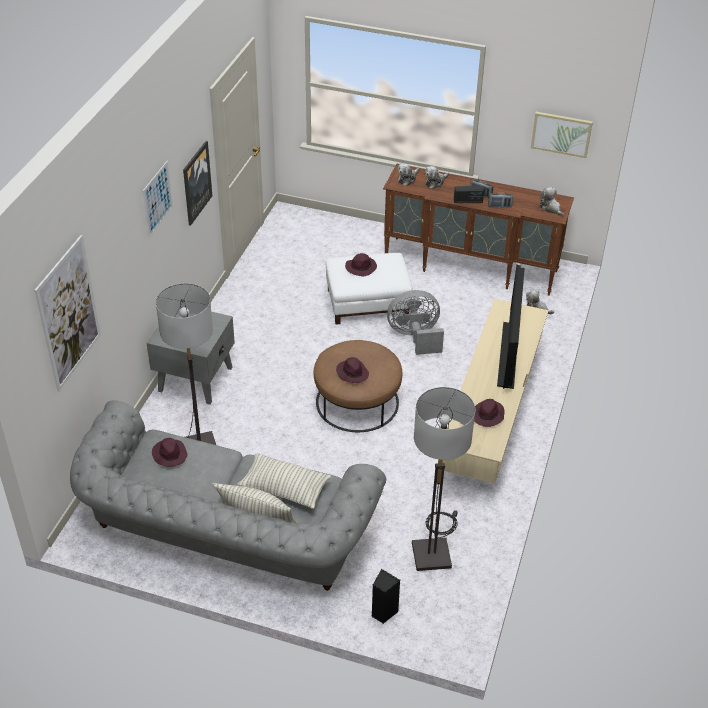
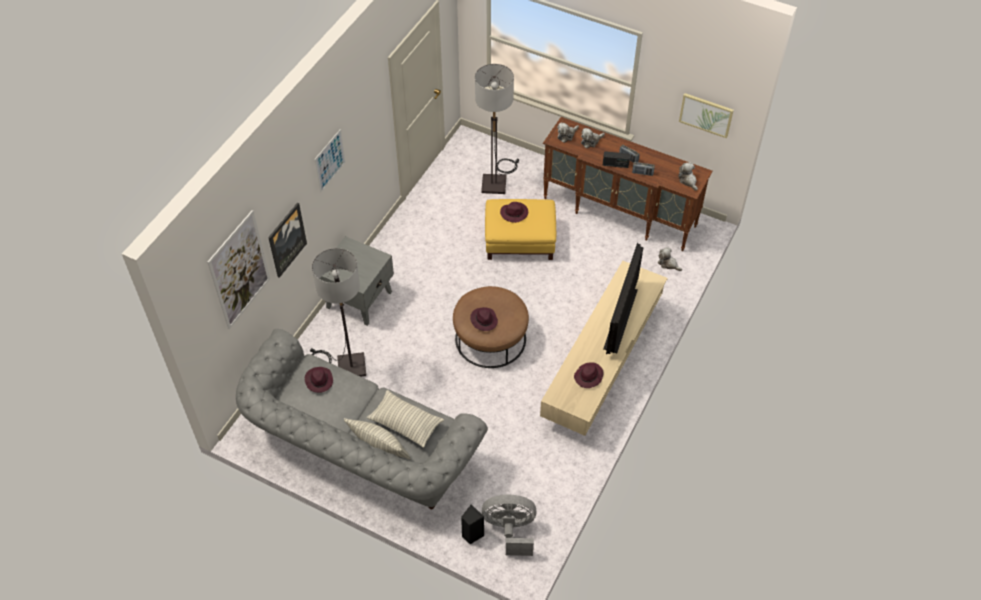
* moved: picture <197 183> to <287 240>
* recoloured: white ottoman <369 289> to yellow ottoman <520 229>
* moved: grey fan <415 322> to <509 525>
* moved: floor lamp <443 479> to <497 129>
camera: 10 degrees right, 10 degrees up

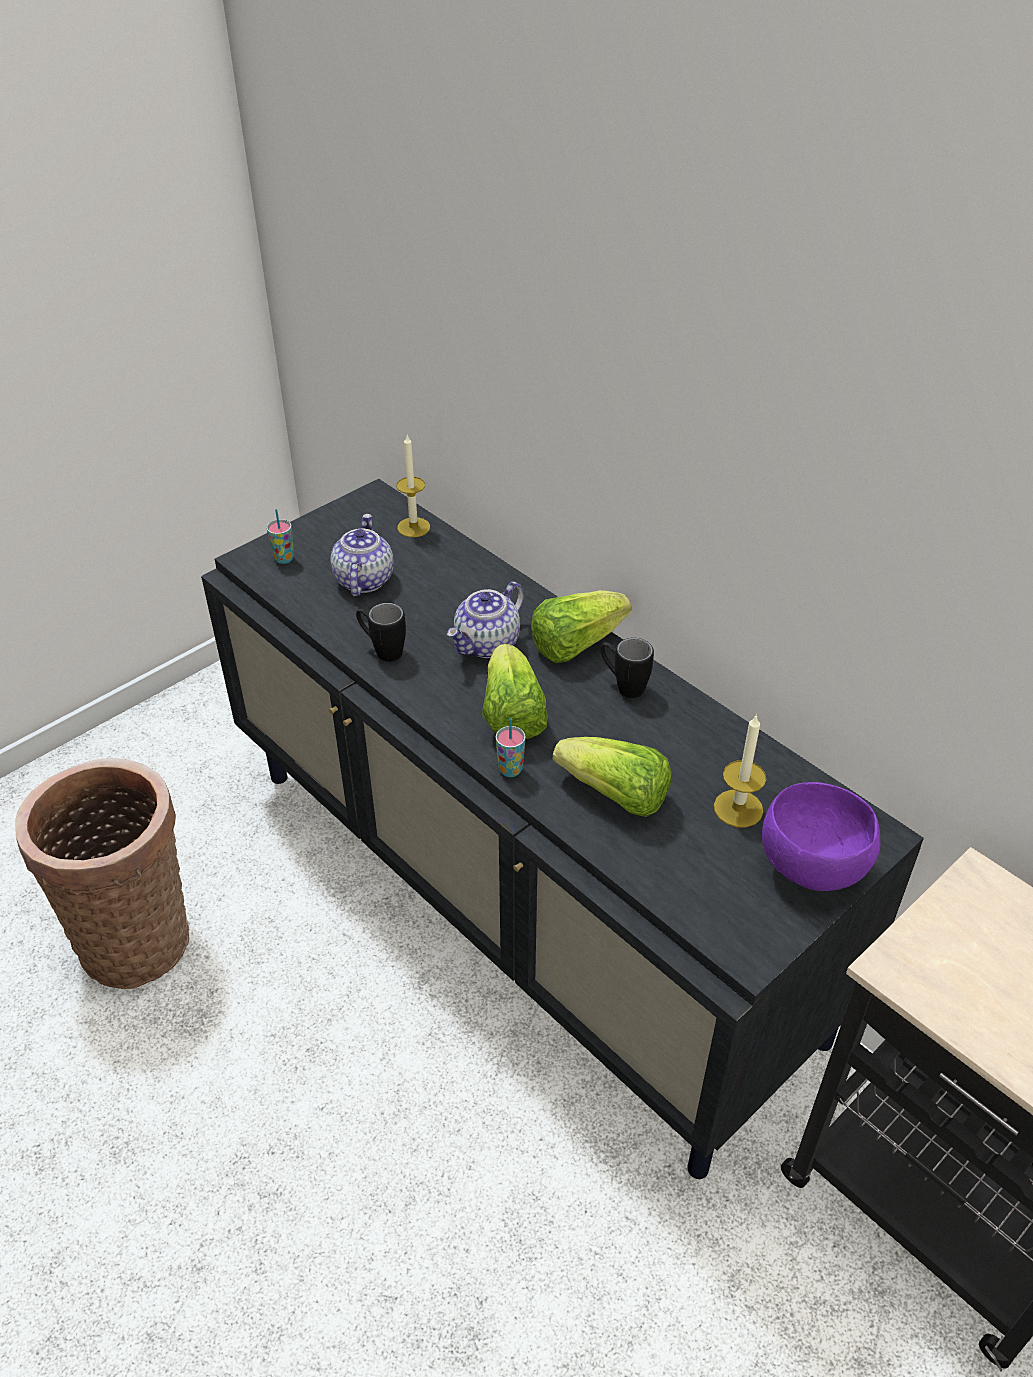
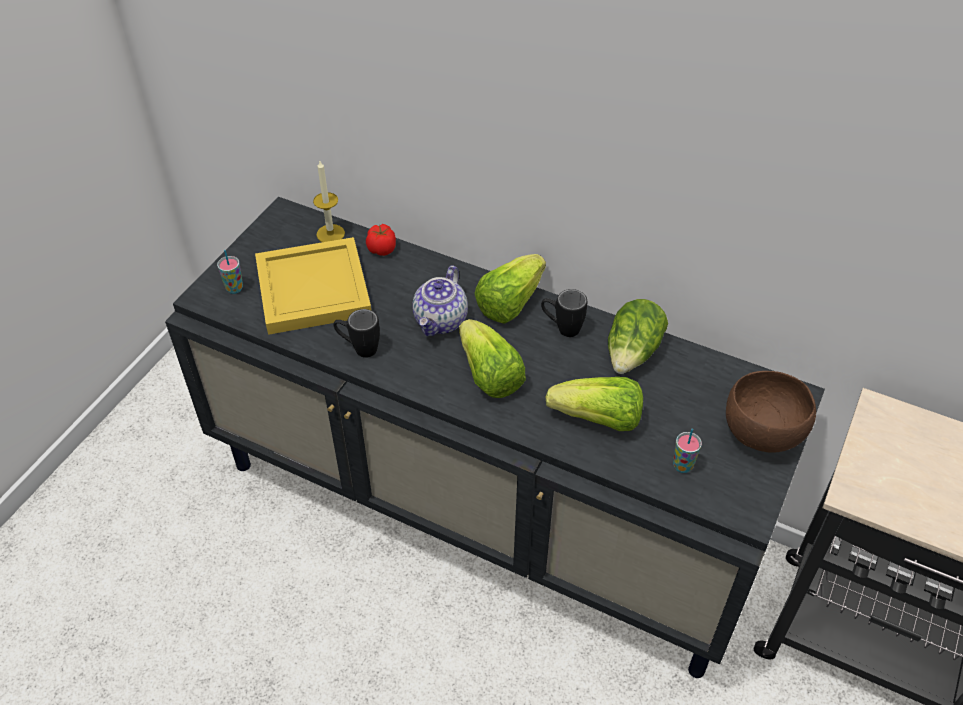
* removed: basket <102 873>
* replaced: teapot <362 555> to yellow tray <313 286>
* moved: cup <510 747> to <687 451>
* removed: candle <740 770>
* recoloured: purple bowl <821 836> to brown bowl <771 412>
* added: tomato <381 240>
* added: lettuce <638 336>
camera: 20 degrees left, 5 degrees up

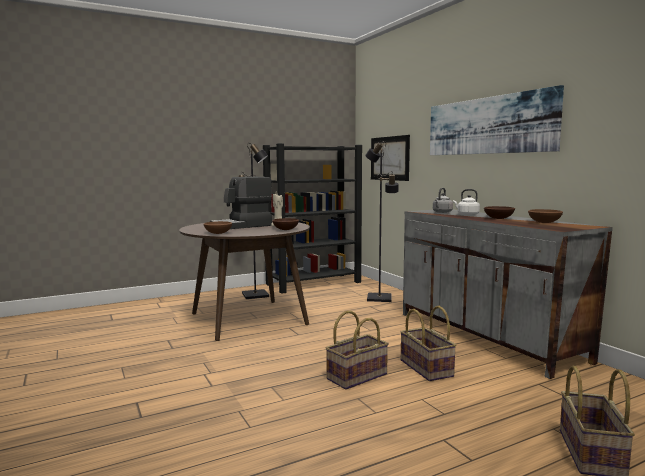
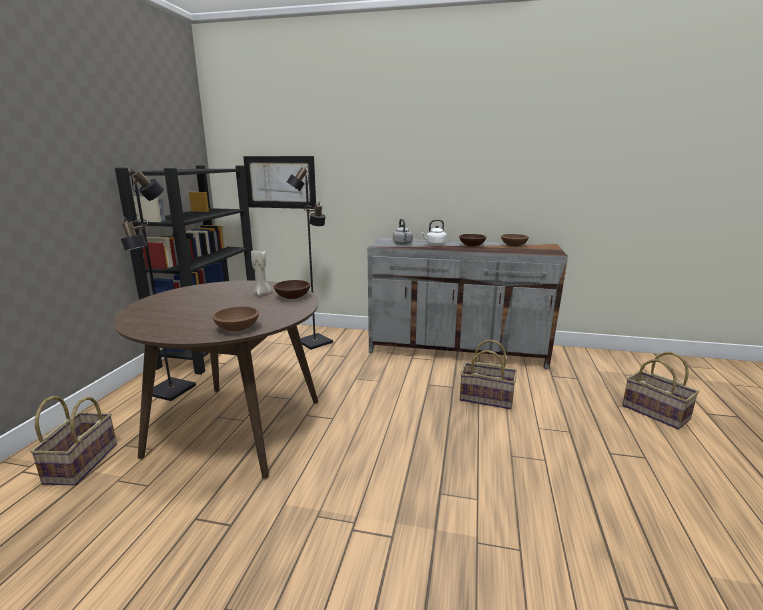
* removed: coffee machine <241 203>
* moved: basket <357 350> to <73 441>
* removed: picture <497 120>
camera: 50 degrees left, 10 degrees up

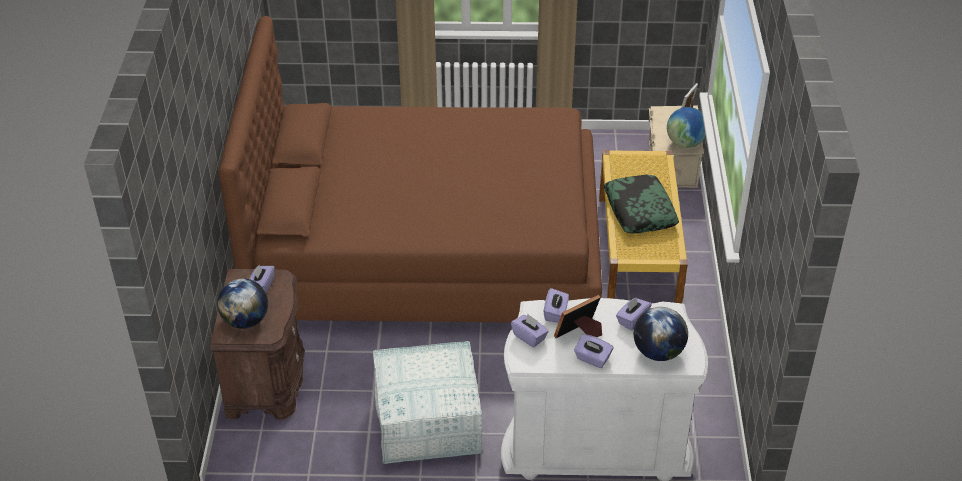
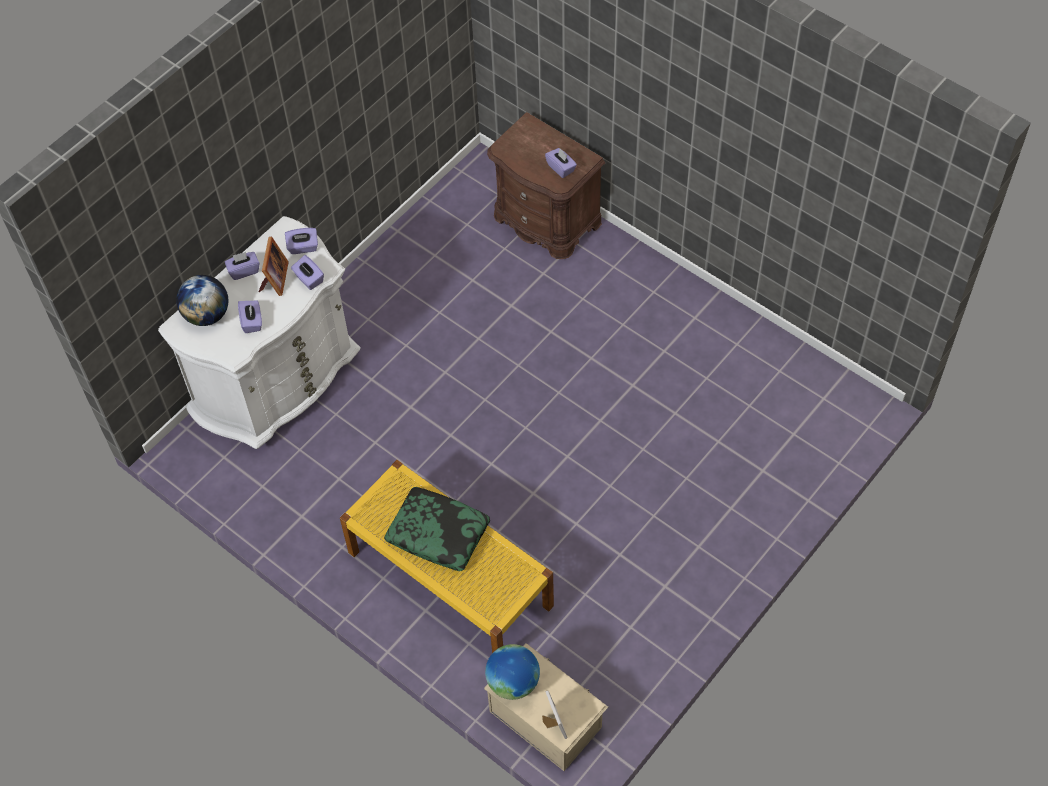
* removed: globe <242 304>
* removed: brown bed <410 169>
* removed: white ottoman <427 402>
camera: 130 degrees right, 15 degrees up

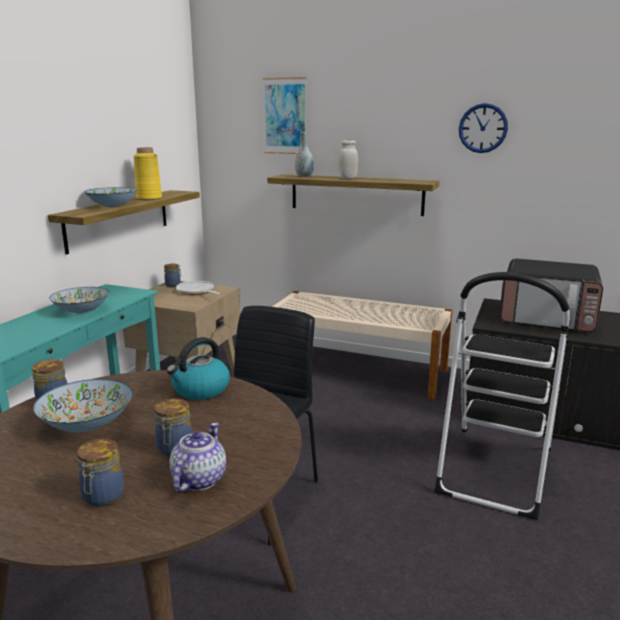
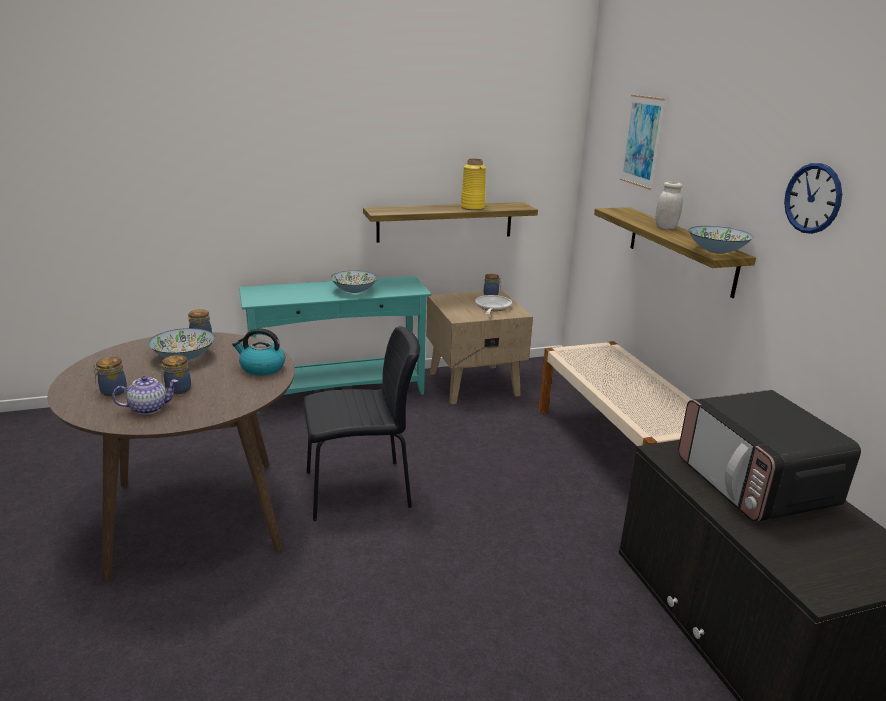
* moved: bowl <111 197> to <720 240>
* removed: grey vase <304 154>
* removed: step ladder <502 396>
camera: 50 degrees right, 5 degrees up

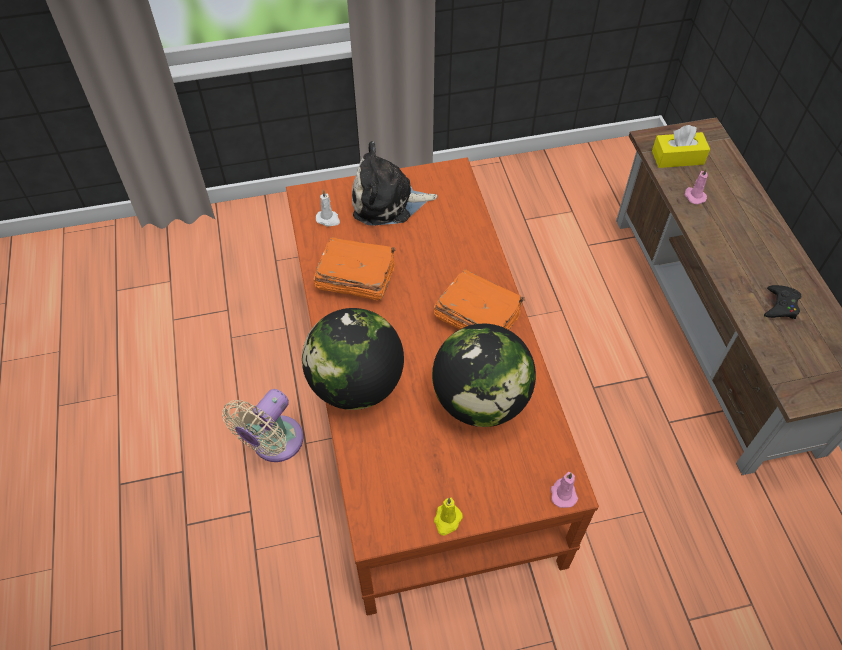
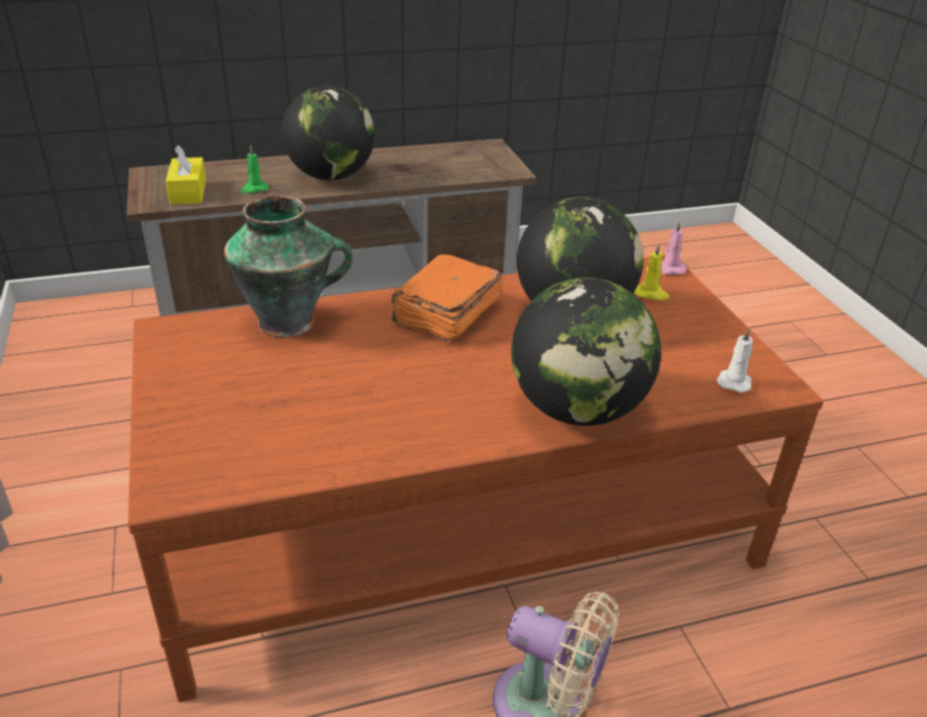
* removed: orange book <355 268>
* moved: white candle <328 208> to <735 360>
* removed: plush toy <395 183>
* moved: yellow candle <448 516> to <651 271>
* recoloured: pink candle <696 186> to green candle <255 169>
* removed: black game controller <782 302>
* added: vase <288 266>
* added: globe <328 132>
camera: 95 degrees left, 20 degrees down

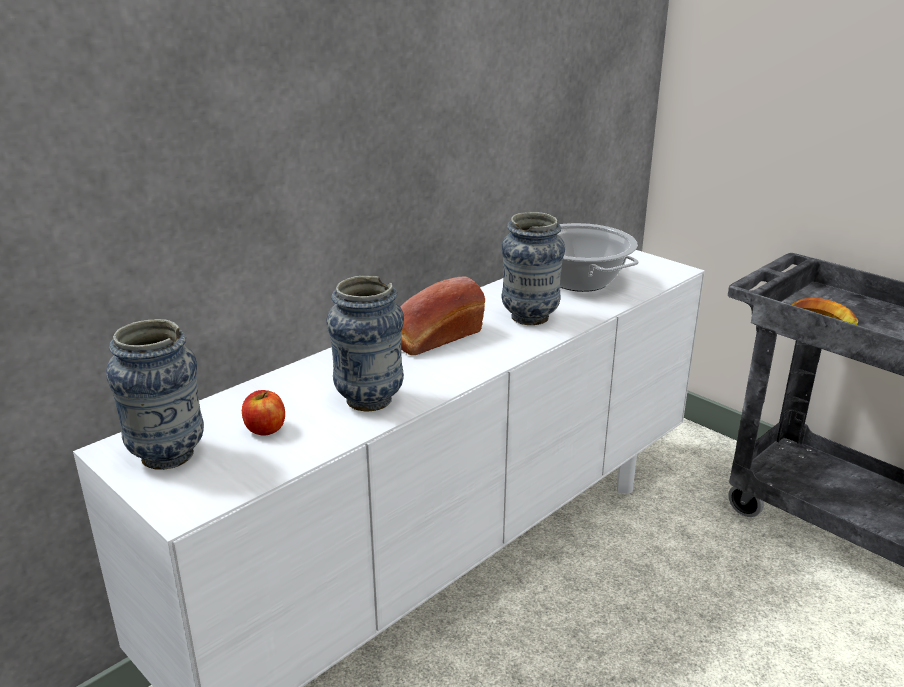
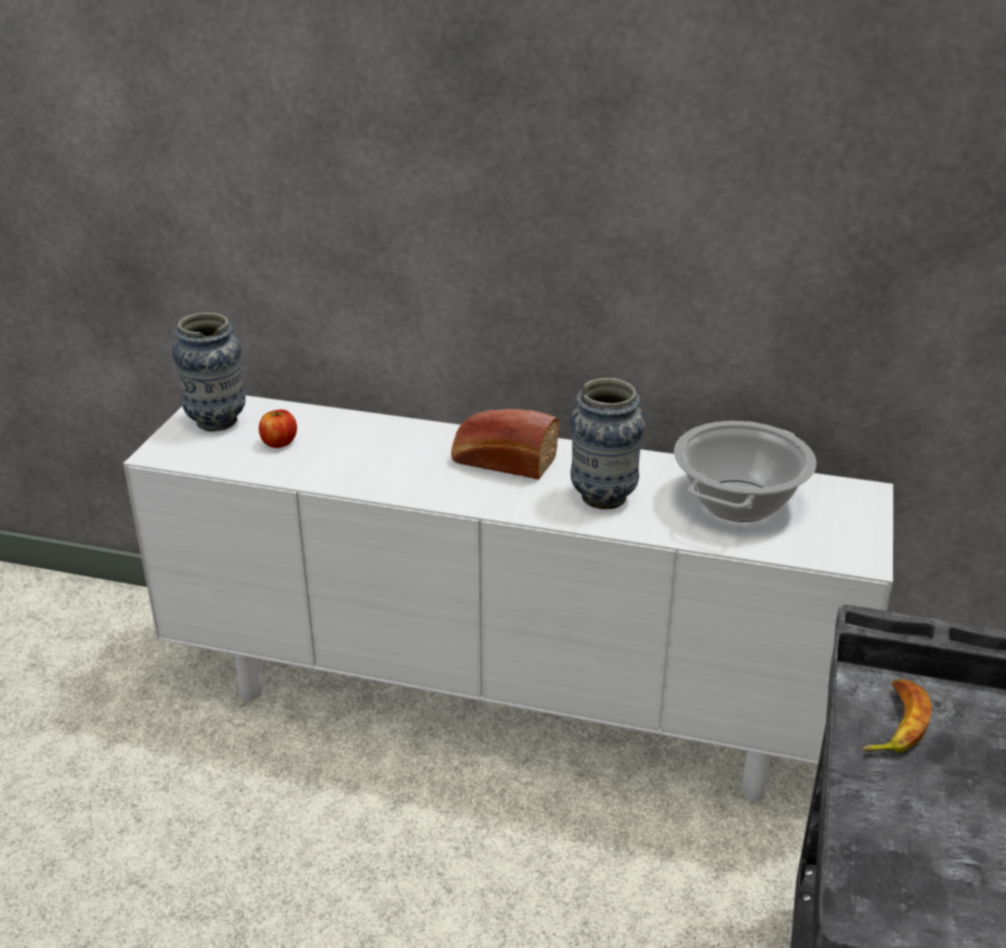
* removed: vase <365 343>
camera: 60 degrees right, 5 degrees up

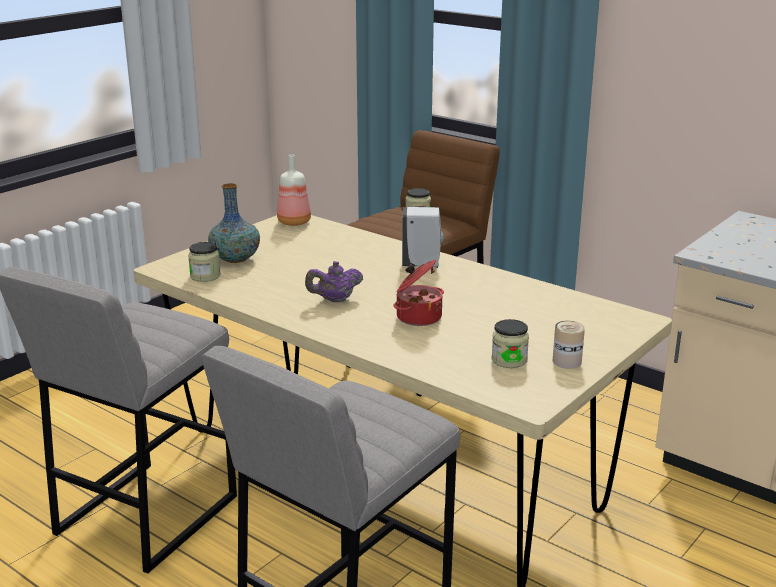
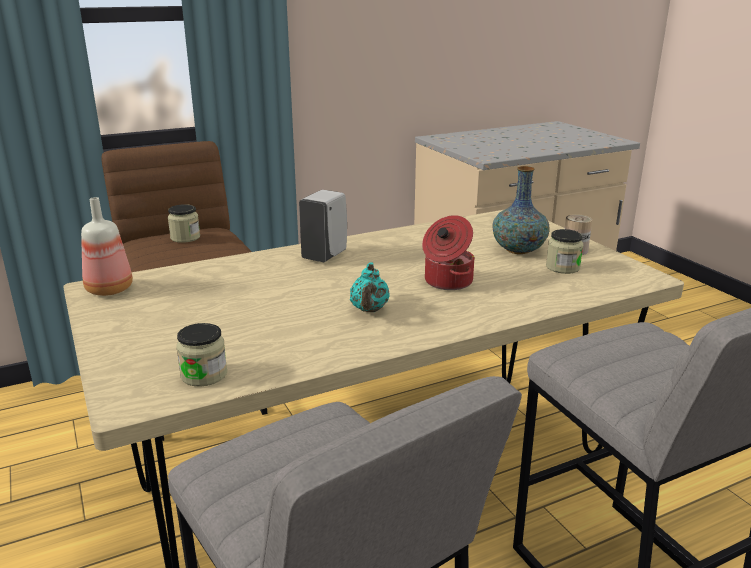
* moved: vase <234 223> to <521 210>
* recoloured: purple teapot <334 281> to turquoise teapot <370 287>
camera: 65 degrees left, 0 degrees up

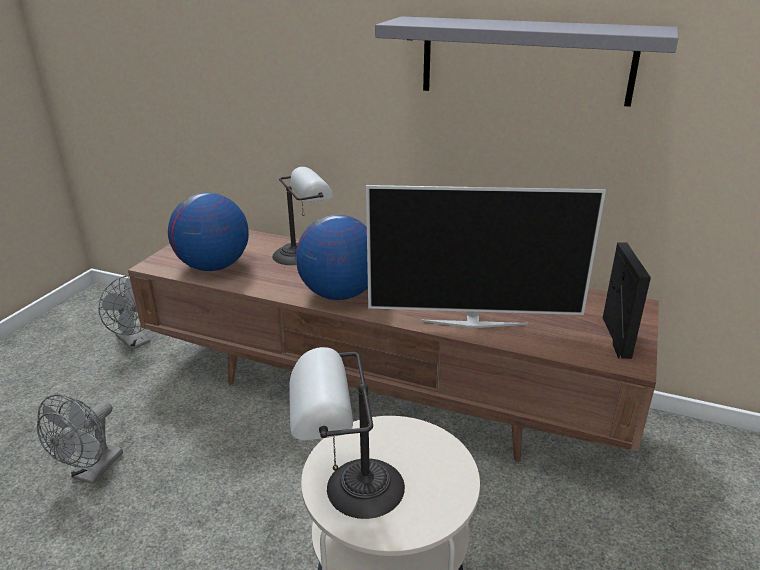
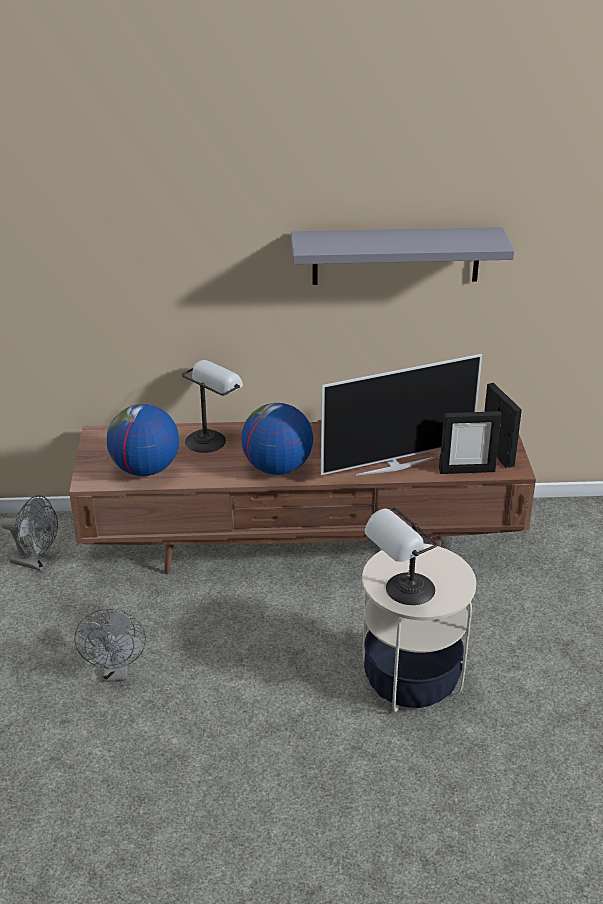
* added: picture frame <470 442>
camera: 25 degrees left, 5 degrees up

